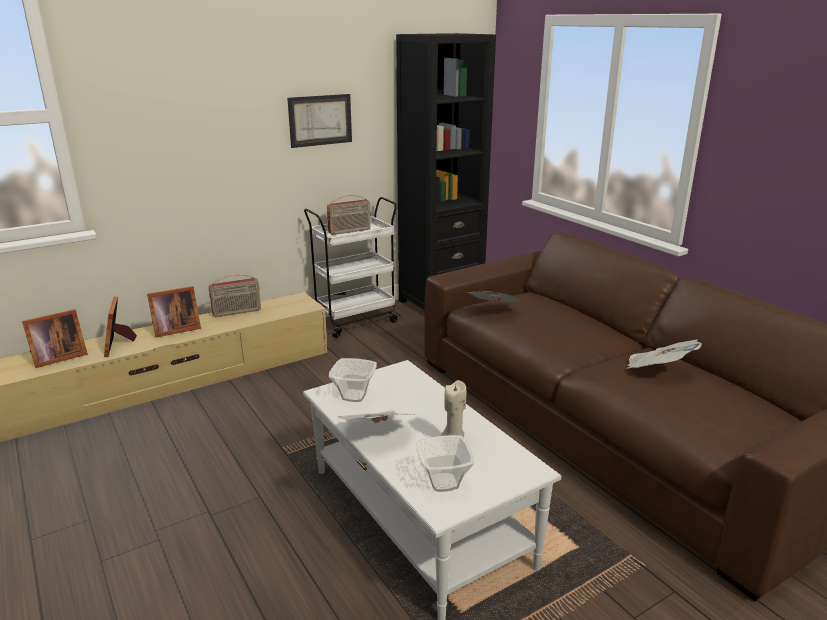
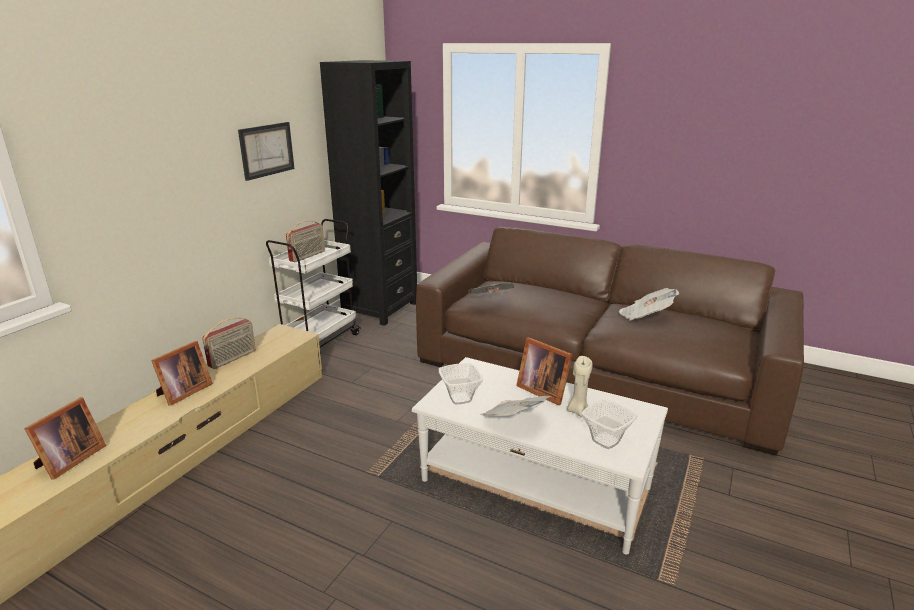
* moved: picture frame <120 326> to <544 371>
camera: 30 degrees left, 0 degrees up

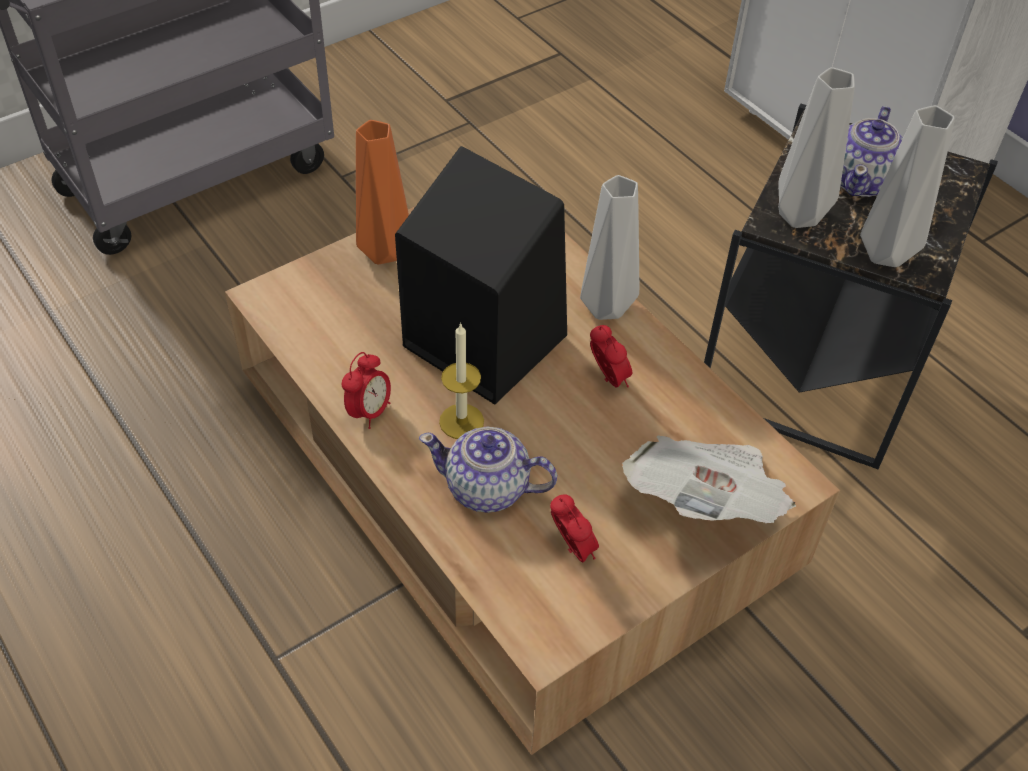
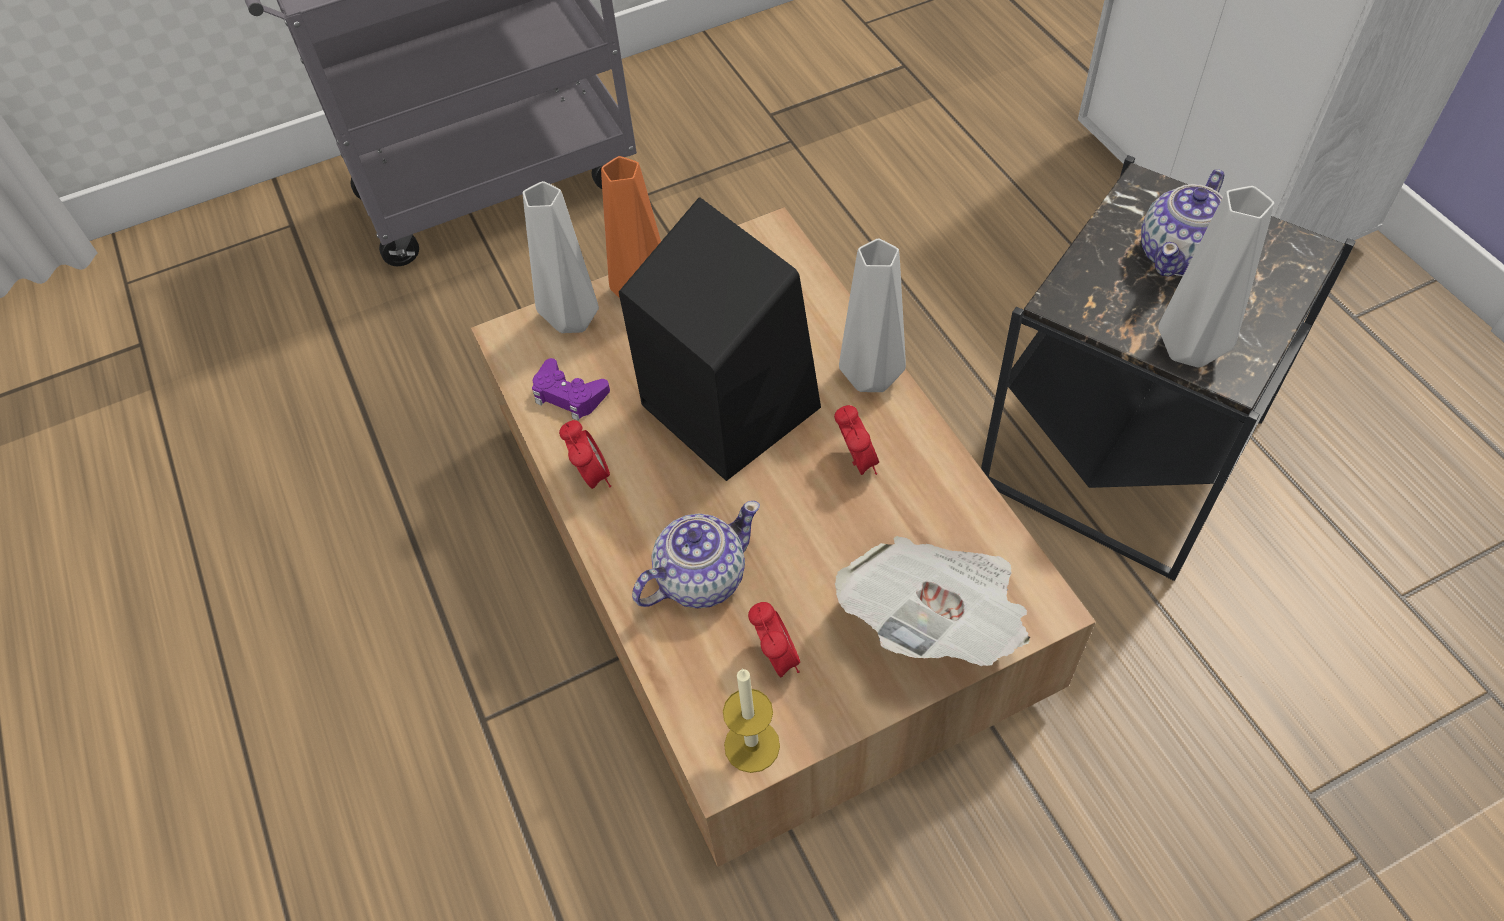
* turned: alarm clock <366 390> = <585 454> 60 degrees counterclockwise
* turned: teapot <488 470> = <696 554> 120 degrees clockwise
* moved: candle <461 380> to <751 720>
* moved: grey vase <816 147> to <561 257>
* added: purple game controller <571 389>
camera: 15 degrees right, 5 degrees up

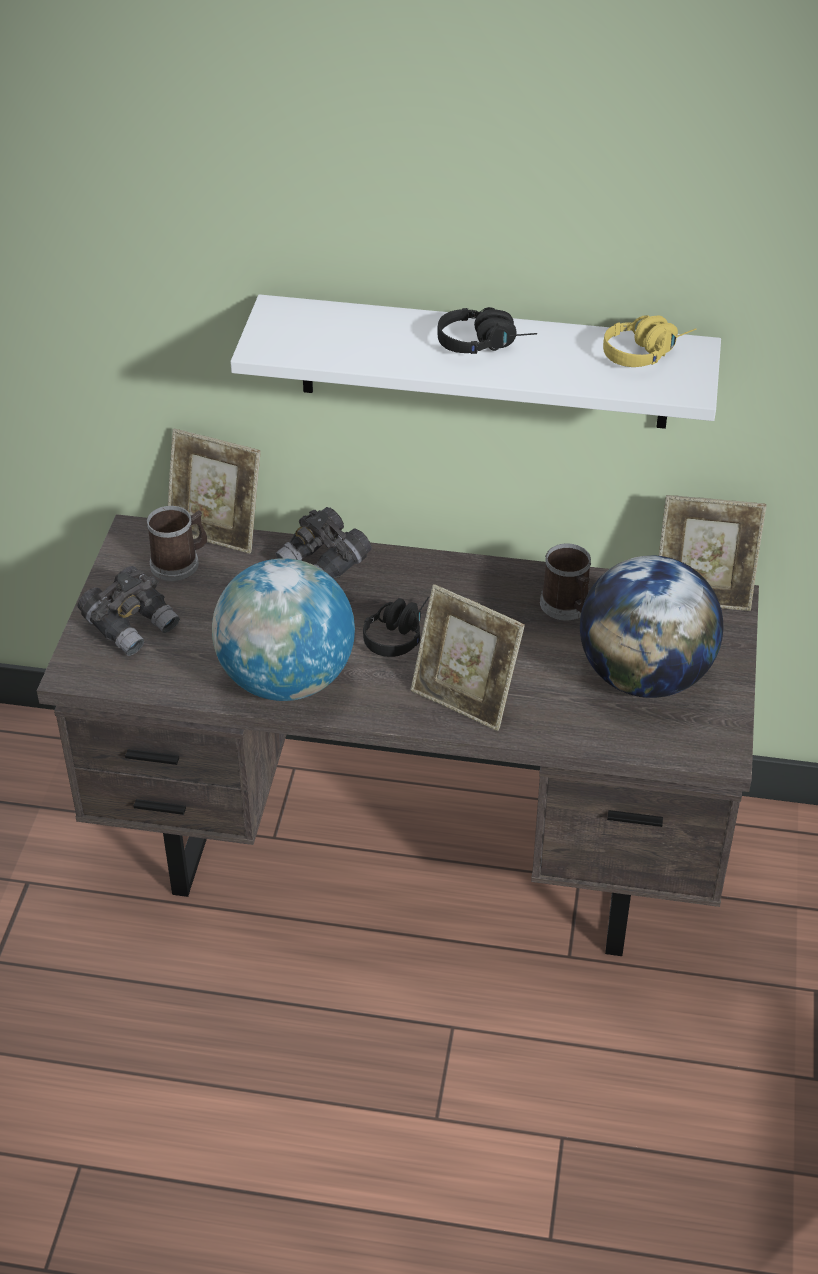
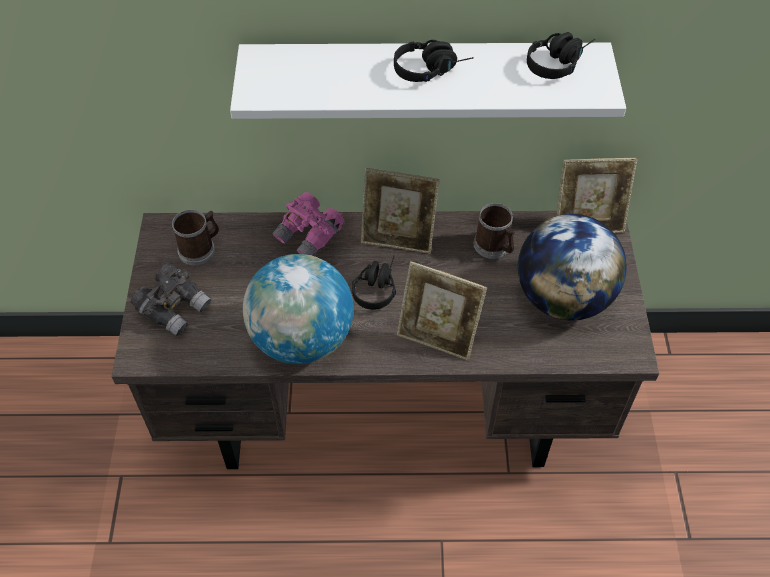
* moved: picture frame <214 491> to <400 211>
* recoloured: grey binoculars <323 543> to pink binoculars <308 224>
* recoloured: yellow headphones <649 341> to black headphones <561 55>
camera: 10 degrees left, 10 degrees up

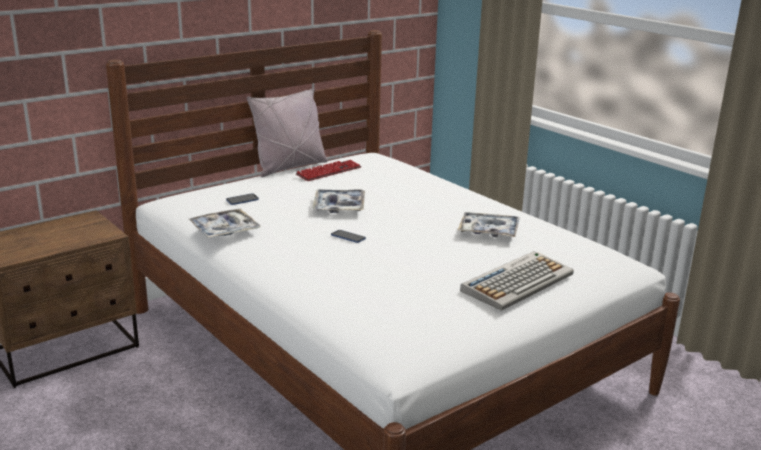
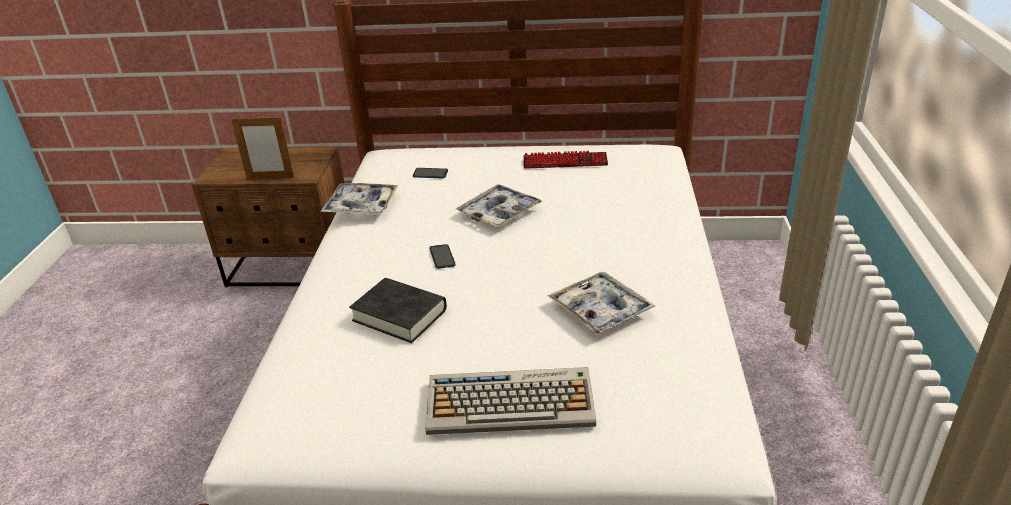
* removed: purple pillow <287 132>
* added: picture frame <262 147>
* added: black book <398 310>
camera: 45 degrees right, 10 degrees up

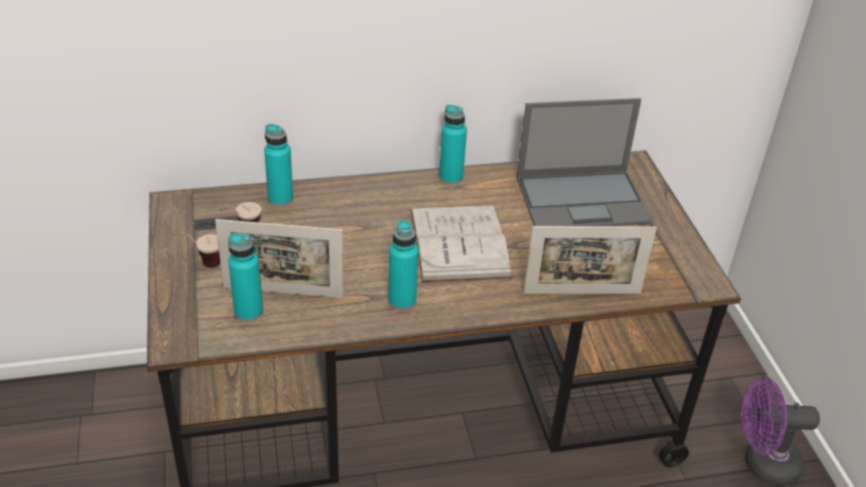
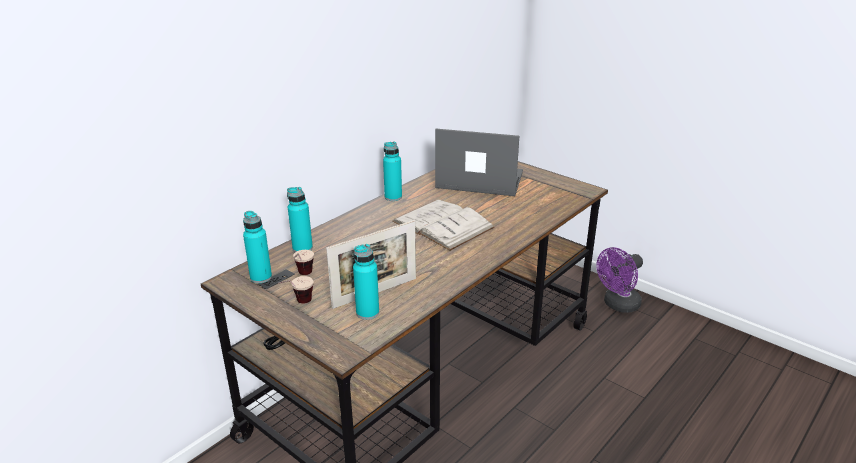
* moved: turquoise bottle <403 265> to <257 247>
* turned: laptop <584 162> = <479 162> 120 degrees counterclockwise
* removed: picture frame <590 260>
camera: 35 degrees left, 10 degrees down

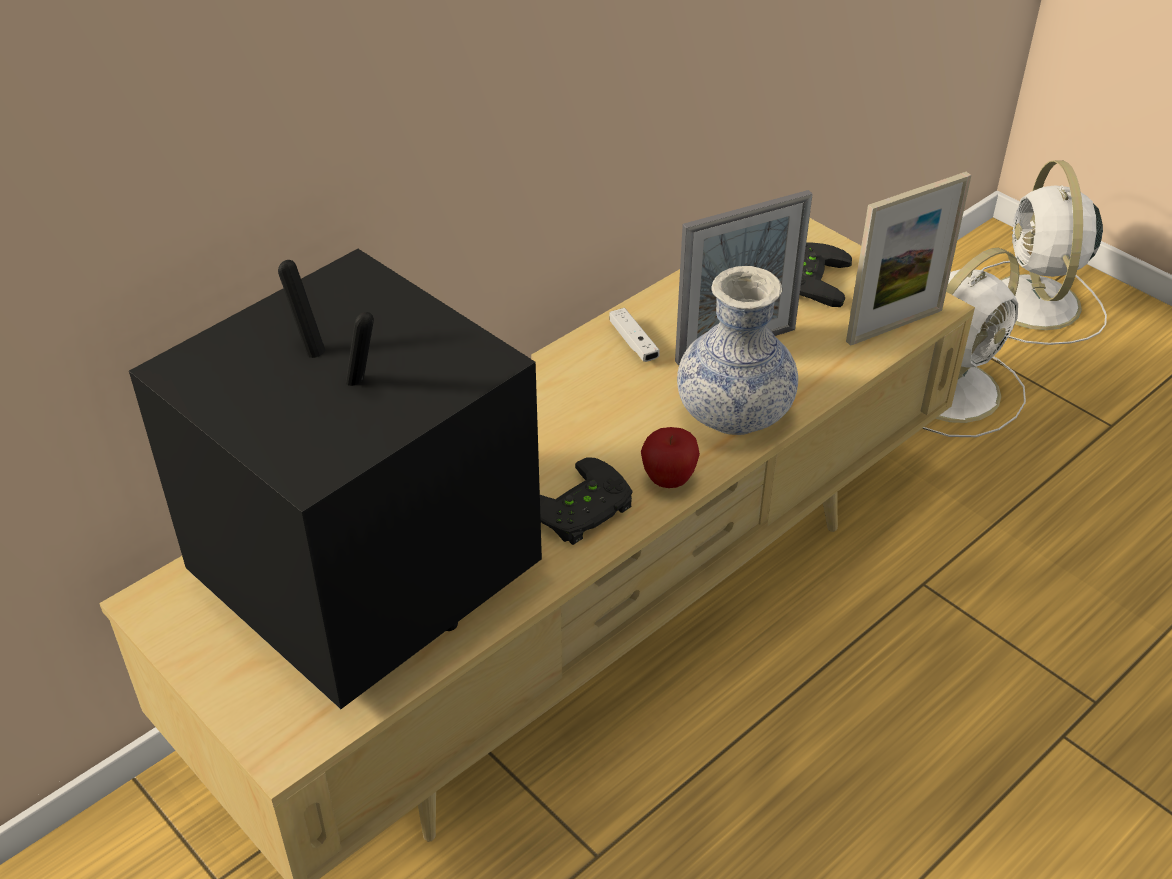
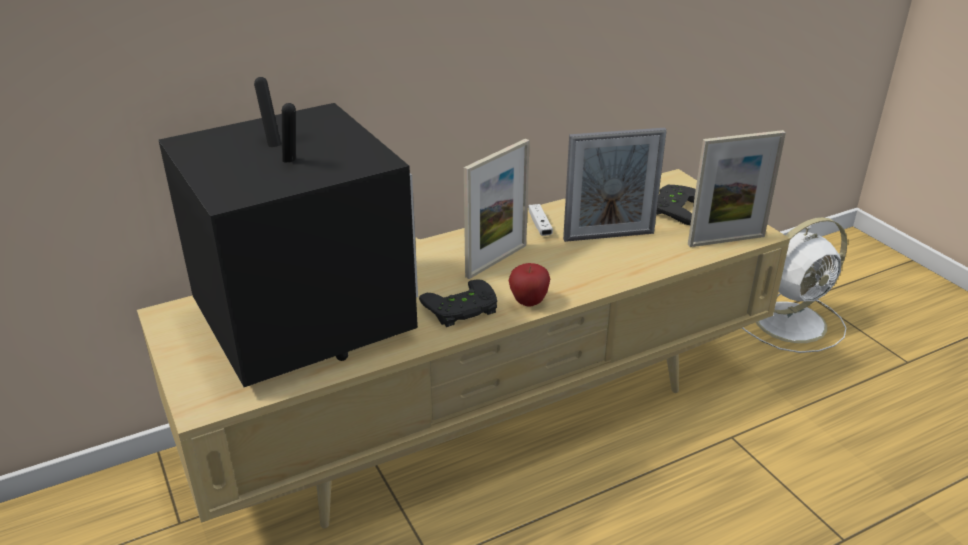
* removed: vase <737 350>
* removed: white fan <1044 252>
* added: picture frame <497 209>
camera: 15 degrees right, 10 degrees down

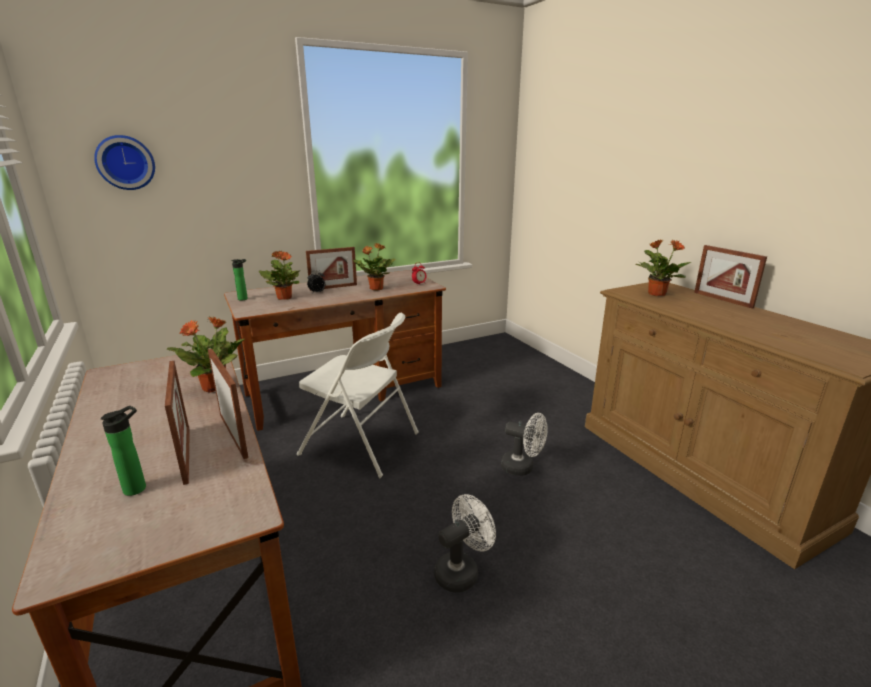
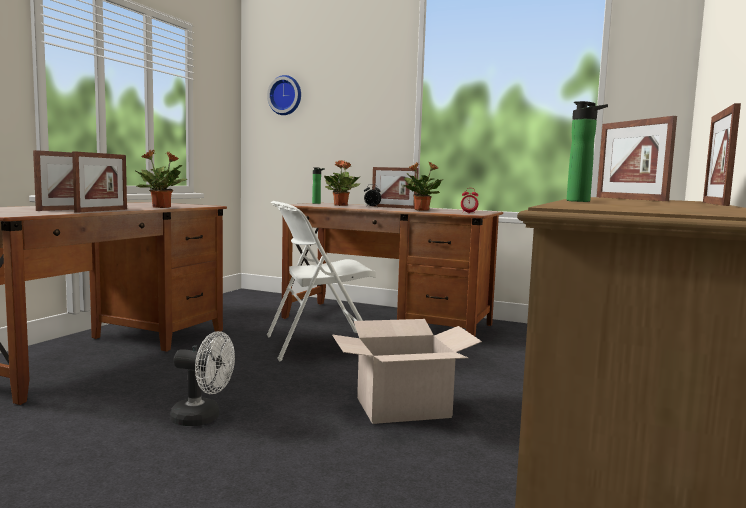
* moved: bottle <123 451> to <587 151>
* turned: white chair <358 395> = <321 281> 90 degrees clockwise
* replaced: white fan <524 444> to cardboard box <407 371>
* replaced: potted plant <663 267> to picture frame <637 158>
camera: 50 degrees right, 15 degrees down

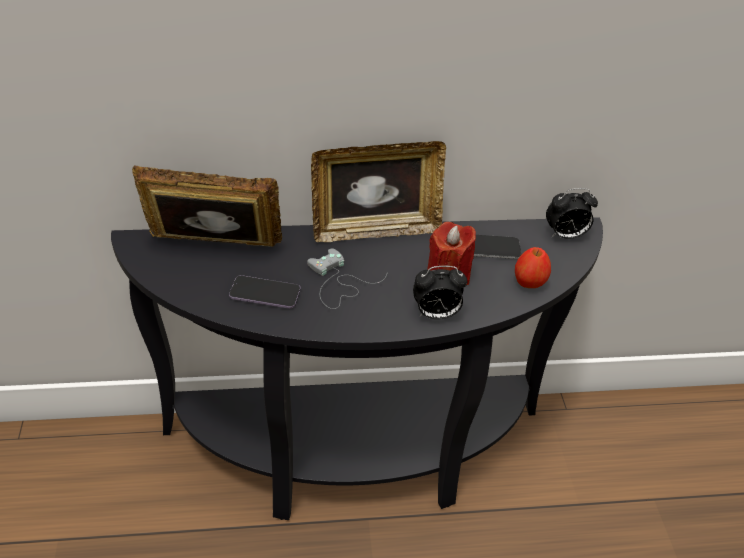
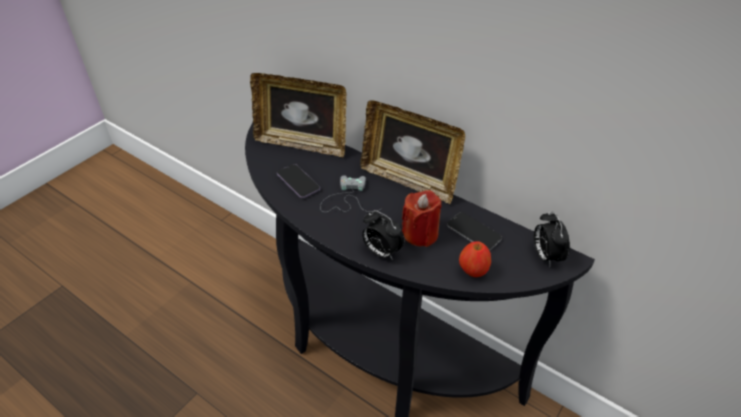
* turned: picture frame <207 206> = <298 115> 150 degrees clockwise
* turned: alarm clock <572 213> = <552 238> 45 degrees clockwise
camera: 45 degrees right, 0 degrees up

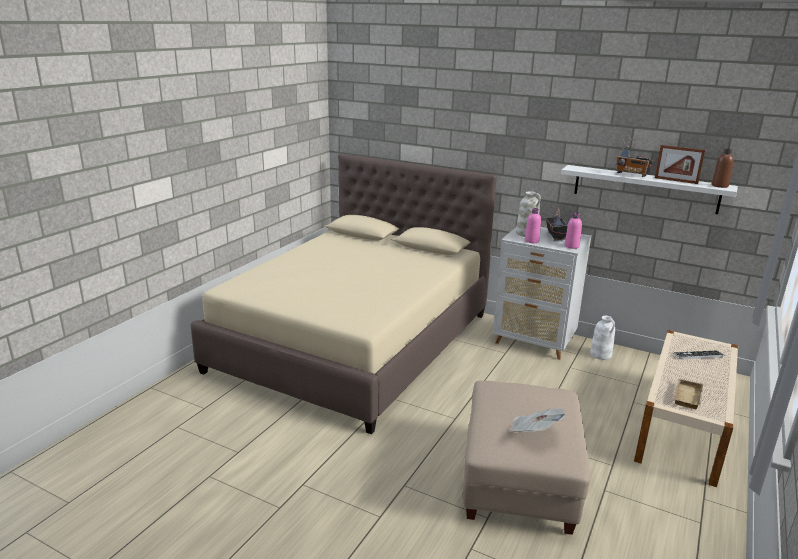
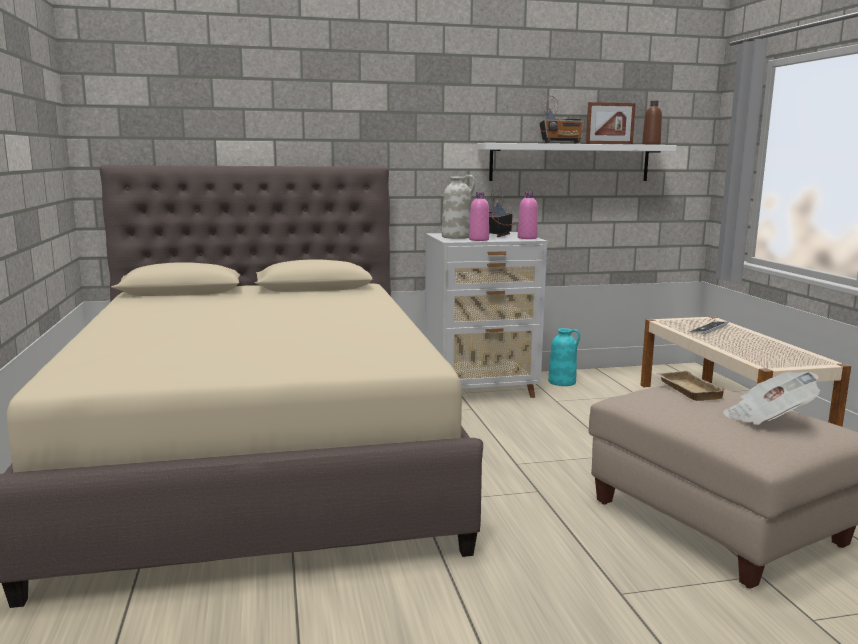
* recoloured: white vase <602 338> to turquoise vase <564 357>
* moved: beige tray <688 393> to <692 386>
camera: 40 degrees left, 10 degrees down

